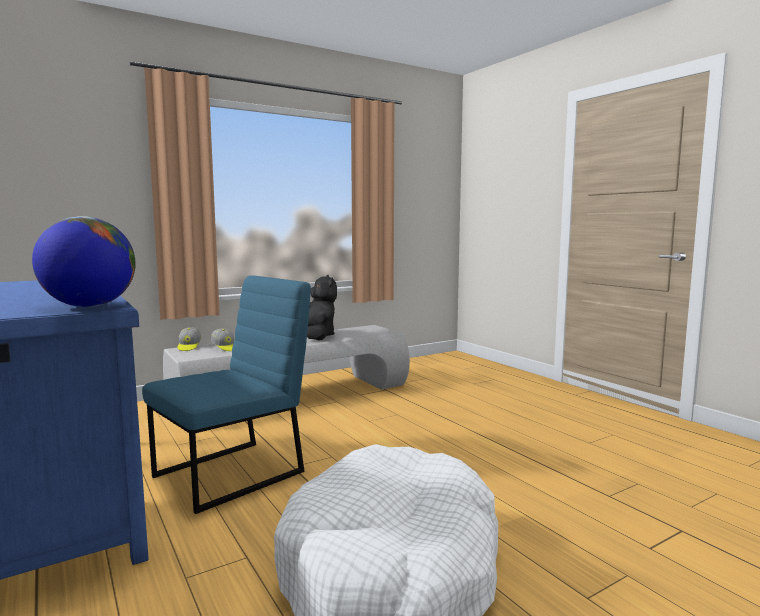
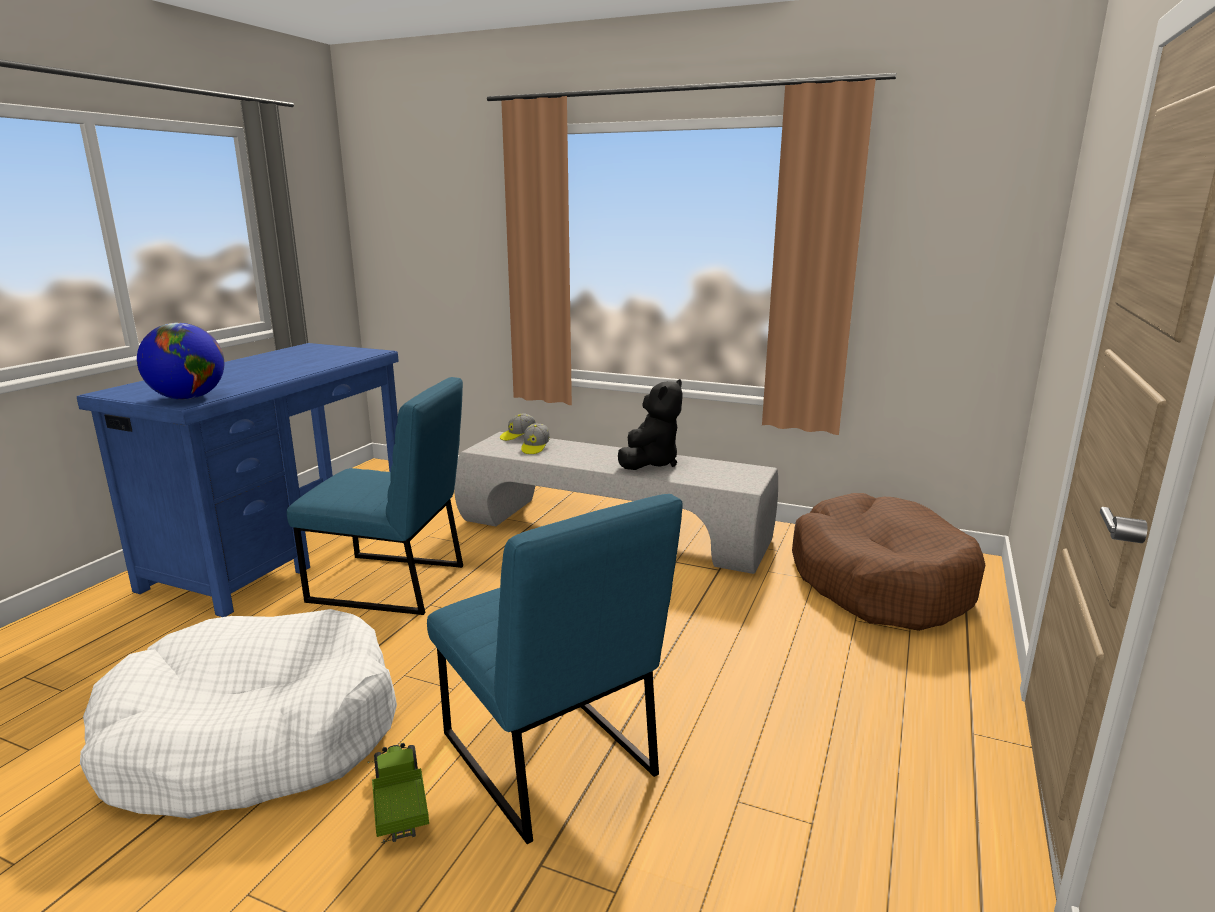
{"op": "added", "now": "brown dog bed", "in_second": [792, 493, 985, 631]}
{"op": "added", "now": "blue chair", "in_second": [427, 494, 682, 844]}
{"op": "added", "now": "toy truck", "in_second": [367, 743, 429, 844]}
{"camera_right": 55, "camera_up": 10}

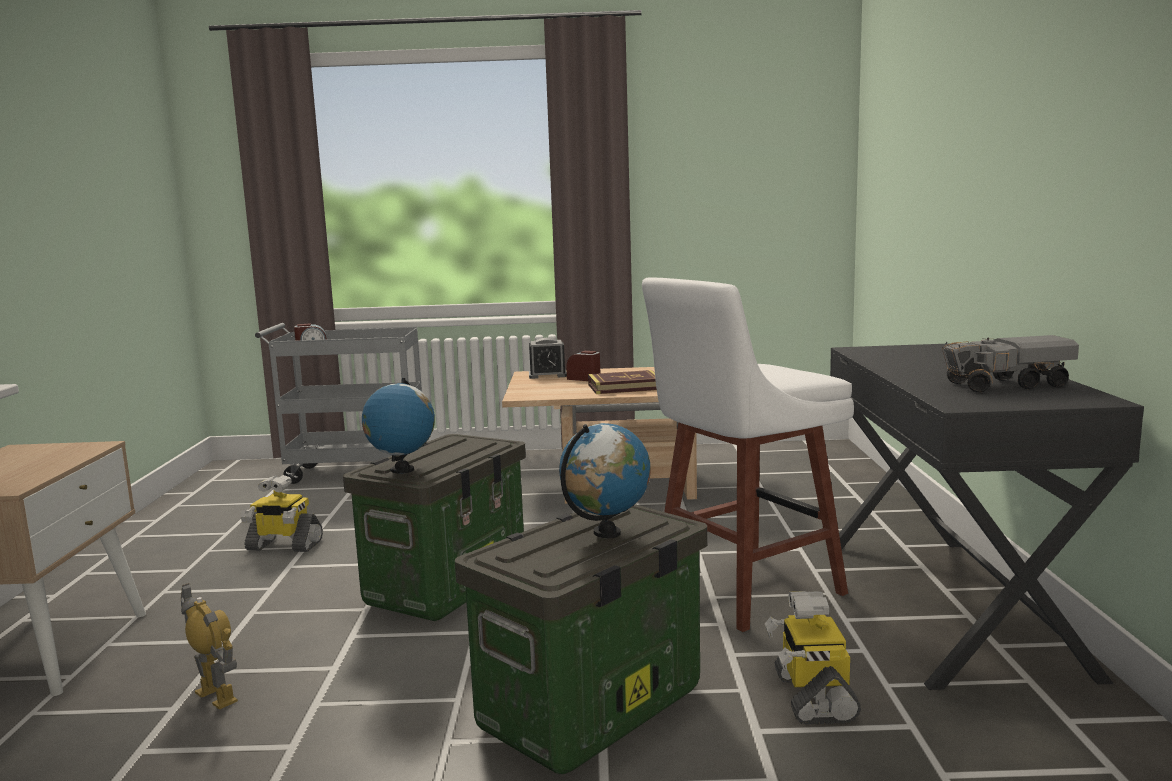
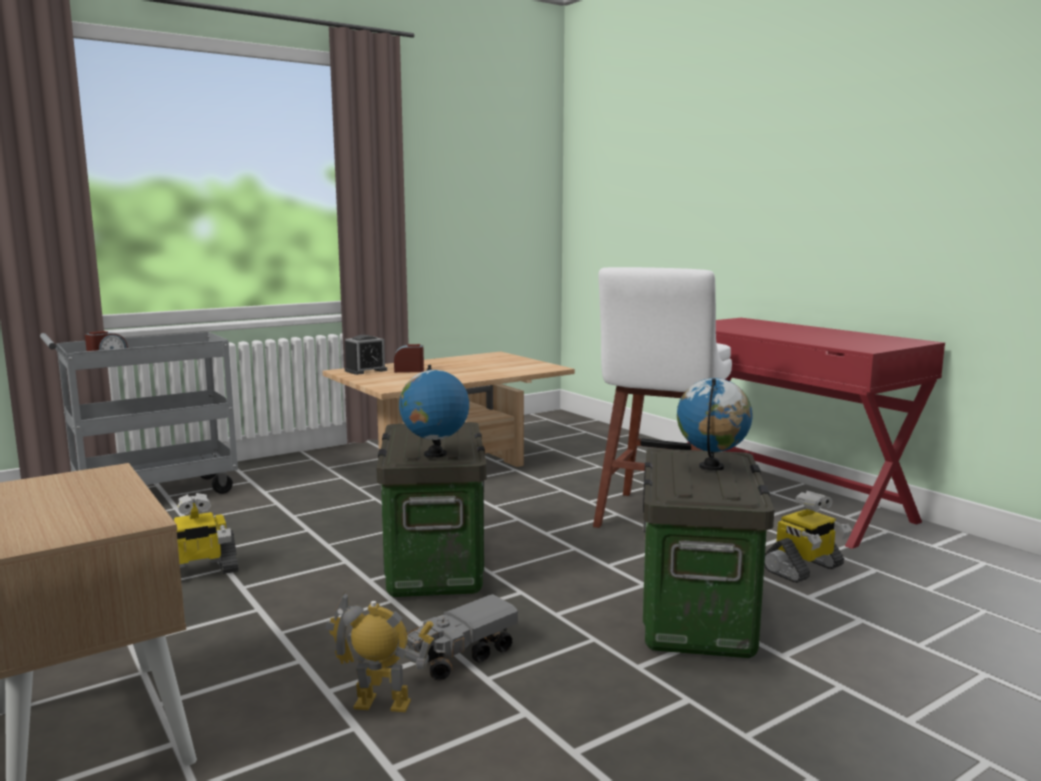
{"op": "moved", "was": "toy truck", "in_first": [942, 335, 1079, 392], "in_second": [406, 594, 518, 681]}
{"op": "recoloured", "was": "black desk", "now": "red desk", "in_first": [830, 343, 1144, 690], "in_second": [687, 318, 945, 549]}
{"op": "removed", "was": "book", "in_first": [588, 370, 657, 394]}
{"op": "turned", "was": "toy robot", "in_first": [765, 591, 861, 725], "in_second": [764, 491, 852, 583], "clockwise": -90}
{"camera_right": -35, "camera_up": 0}

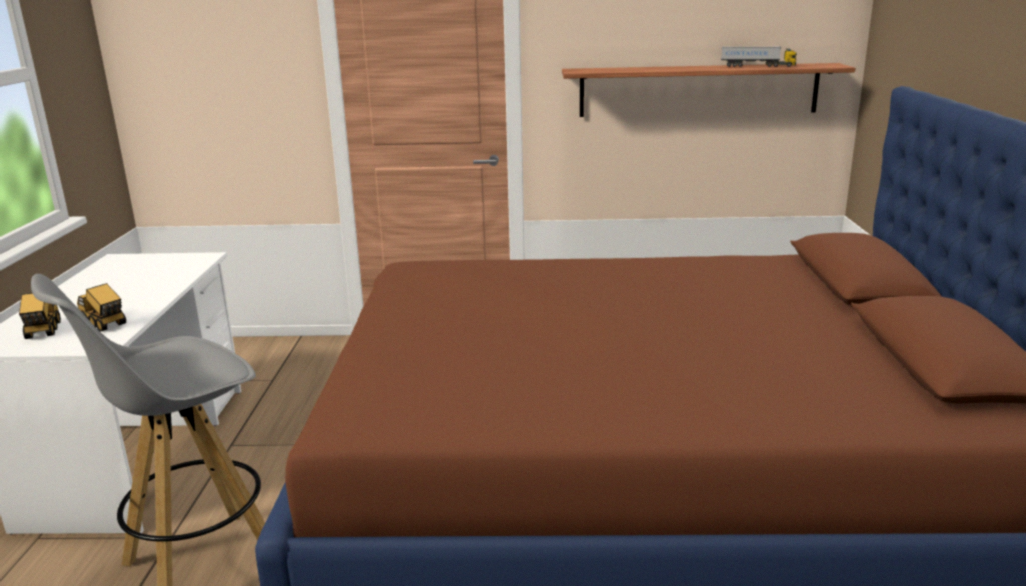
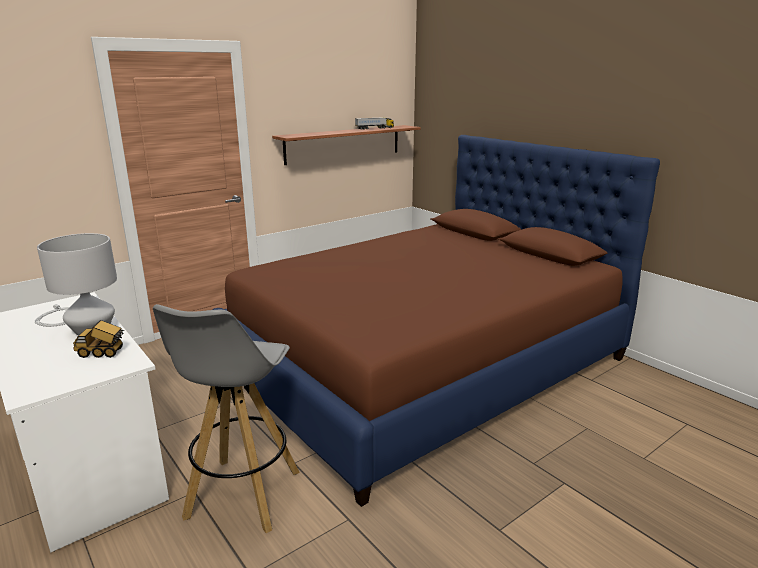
{"op": "removed", "was": "toy truck", "in_first": [19, 293, 61, 339]}
{"op": "added", "now": "grey table lamp", "in_second": [35, 233, 117, 336]}
{"camera_right": -40, "camera_up": 0}

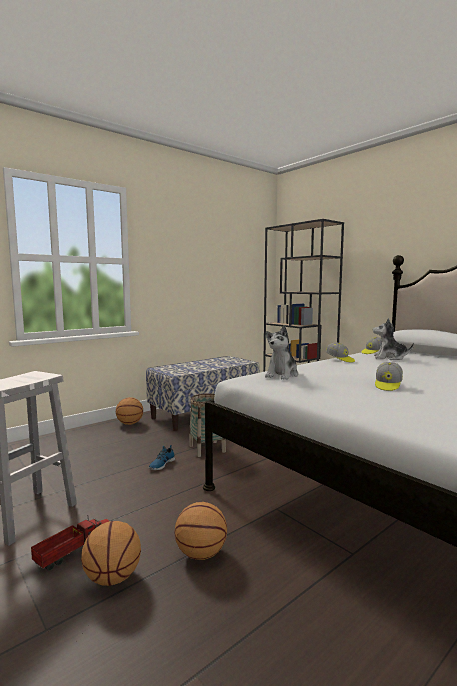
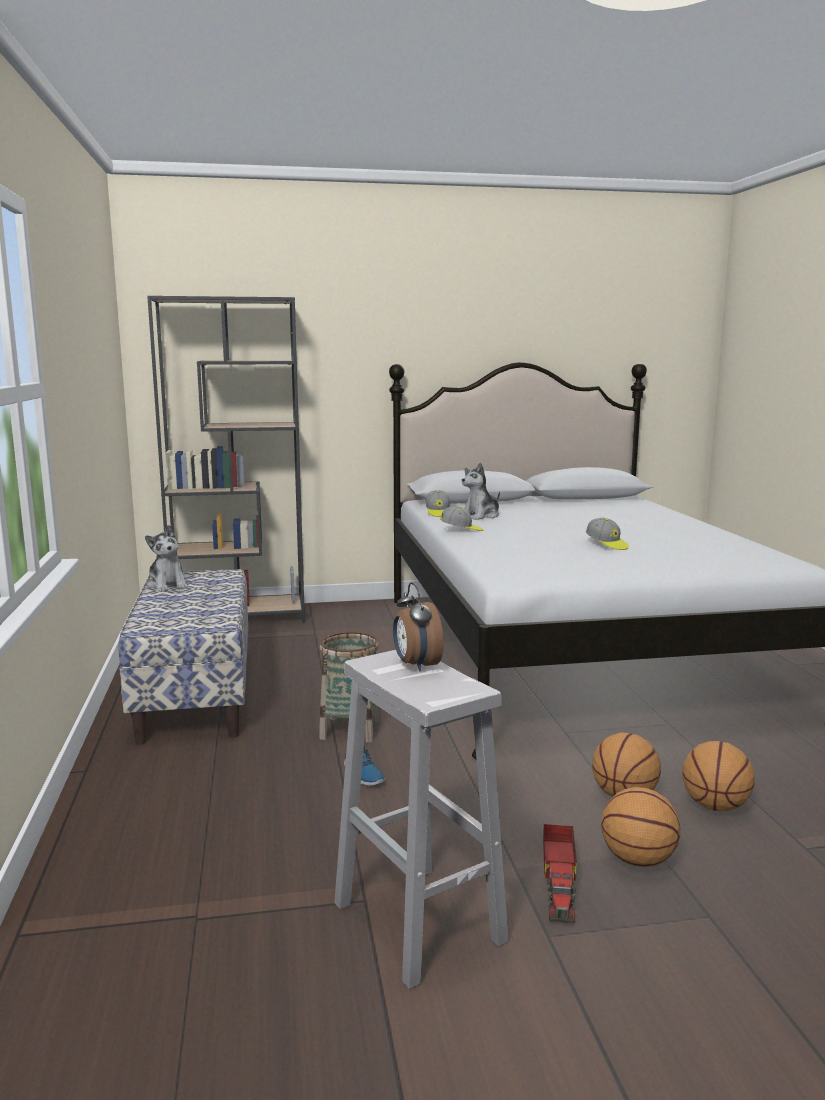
{"op": "moved", "was": "plush toy", "in_first": [265, 326, 298, 380], "in_second": [145, 525, 188, 592]}
{"op": "moved", "was": "basketball", "in_first": [116, 397, 143, 425], "in_second": [682, 741, 755, 812]}
{"op": "turned", "was": "toy truck", "in_first": [31, 515, 110, 571], "in_second": [543, 824, 577, 923], "clockwise": -150}
{"op": "added", "now": "alarm clock", "in_second": [393, 582, 444, 672]}
{"camera_right": -60, "camera_up": 5}

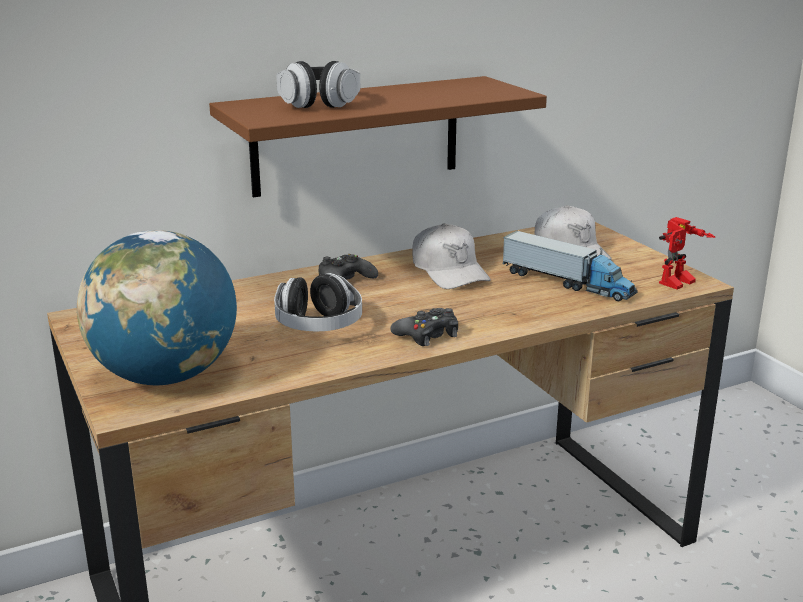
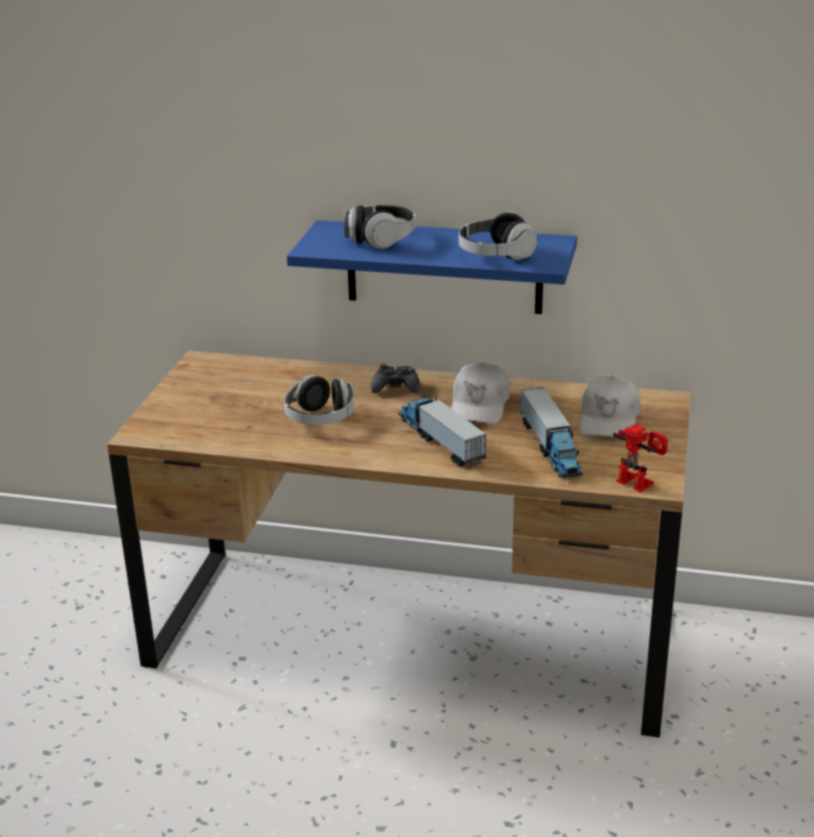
{"op": "recoloured", "was": "brown shelf", "now": "blue shelf", "in_first": [209, 76, 547, 198], "in_second": [287, 220, 577, 314]}
{"op": "turned", "was": "toy robot", "in_first": [659, 217, 715, 290], "in_second": [613, 425, 668, 492], "clockwise": -135}
{"op": "removed", "was": "globe", "in_first": [77, 230, 237, 385]}
{"op": "removed", "was": "black game controller", "in_first": [390, 308, 458, 346]}
{"op": "added", "now": "headphones", "in_second": [459, 211, 537, 260]}
{"op": "added", "now": "toy truck", "in_second": [398, 395, 487, 467]}
{"camera_right": 40, "camera_up": 5}

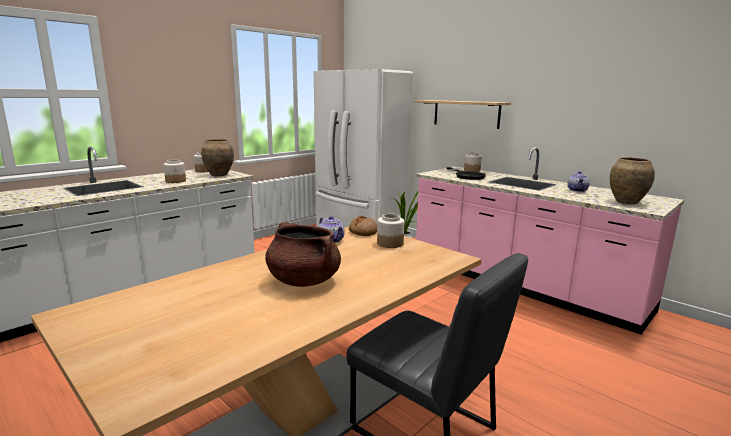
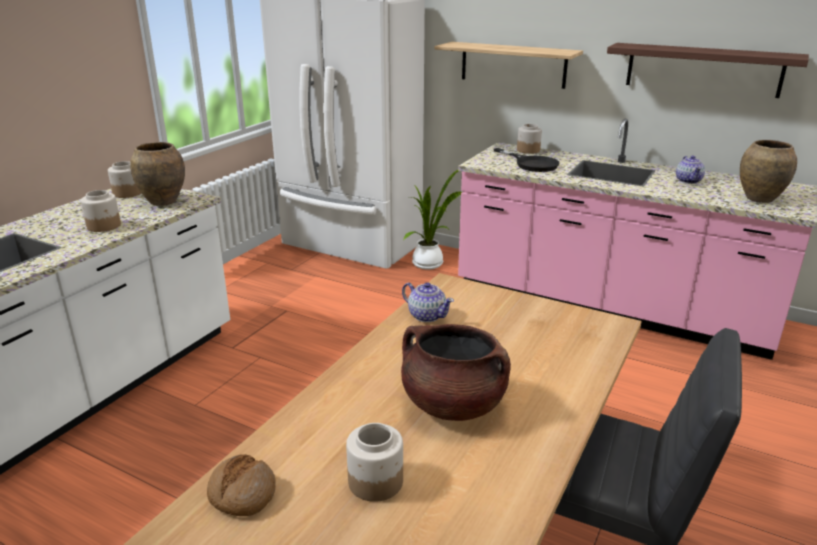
{"op": "moved", "was": "jar", "in_first": [377, 214, 404, 248], "in_second": [346, 423, 403, 502]}
{"op": "moved", "was": "bread", "in_first": [349, 216, 377, 236], "in_second": [207, 455, 276, 516]}
{"op": "added", "now": "shelf", "in_second": [607, 43, 809, 98]}
{"camera_right": -15, "camera_up": 10}

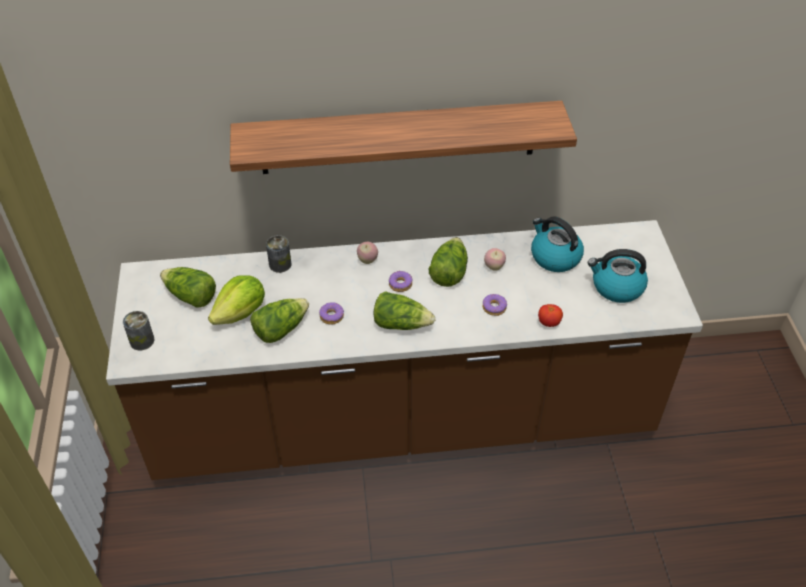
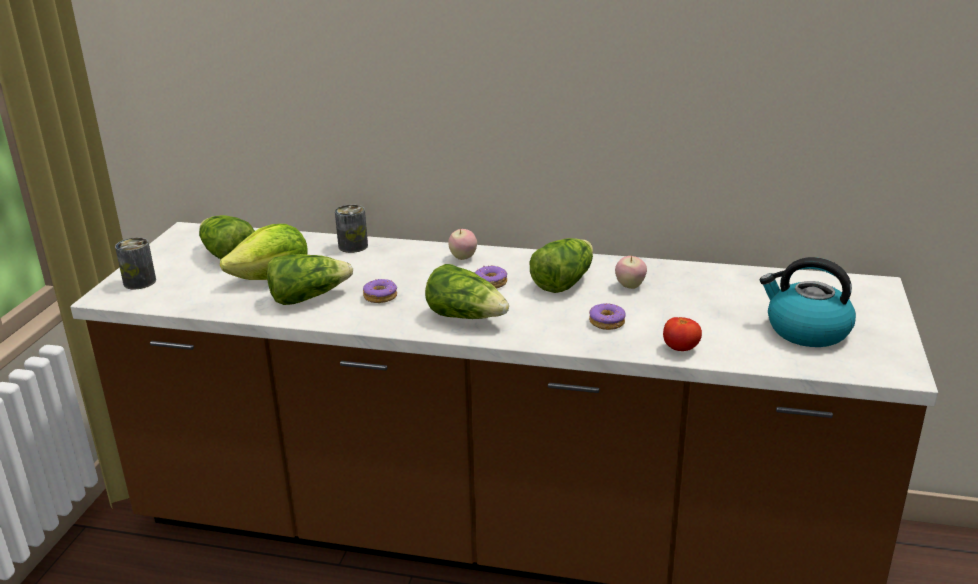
{"op": "removed", "was": "shelf", "in_first": [230, 101, 577, 174]}
{"op": "removed", "was": "kettle", "in_first": [531, 217, 584, 272]}
{"camera_right": 20, "camera_up": -20}

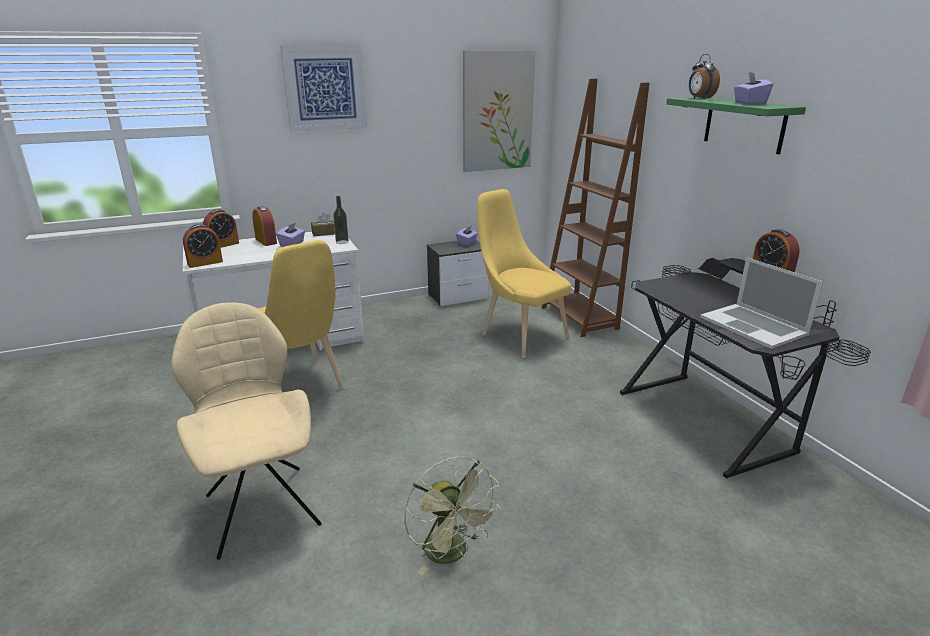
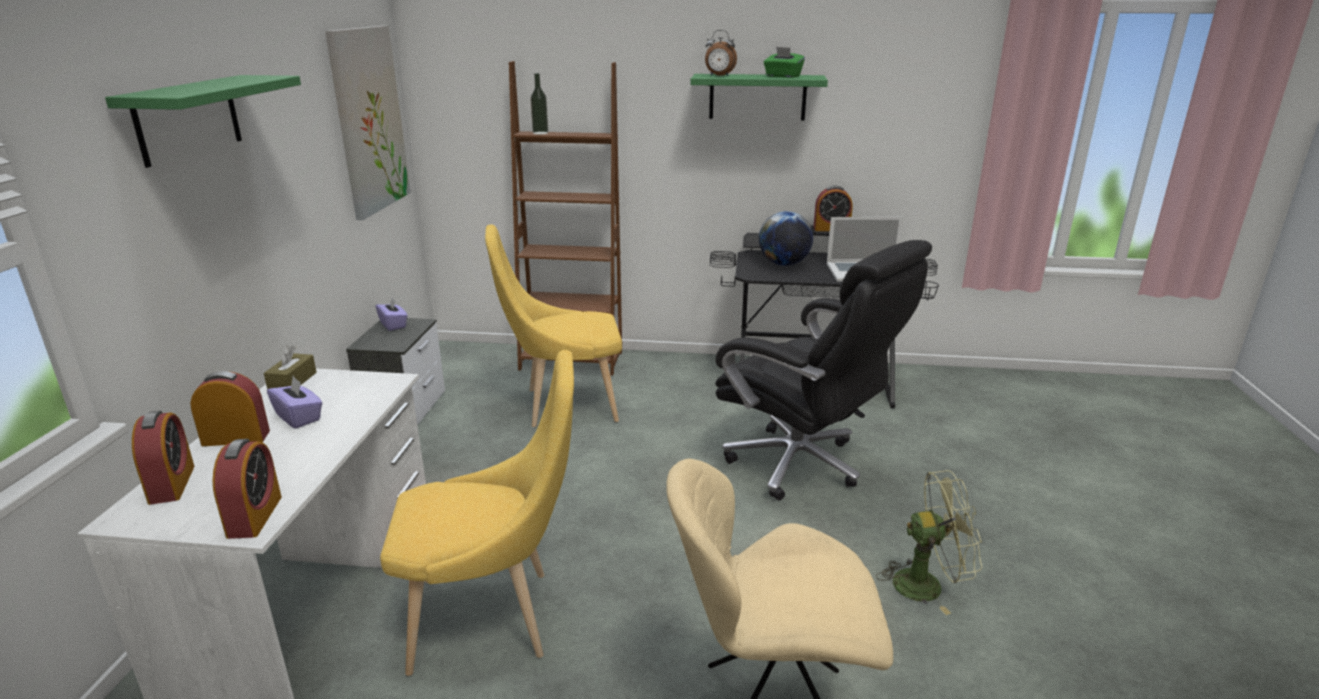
{"op": "replaced", "was": "picture", "now": "green shelf", "in_first": [280, 46, 367, 132], "in_second": [105, 75, 301, 168]}
{"op": "recoloured", "was": "purple tissue box", "now": "green tissue box", "in_first": [734, 72, 773, 105], "in_second": [764, 47, 805, 78]}
{"op": "moved", "was": "bottle", "in_first": [333, 196, 349, 244], "in_second": [530, 73, 548, 134]}
{"op": "added", "now": "globe", "in_second": [759, 211, 813, 266]}
{"op": "added", "now": "black office chair", "in_second": [715, 240, 932, 500]}
{"camera_right": -60, "camera_up": 0}

